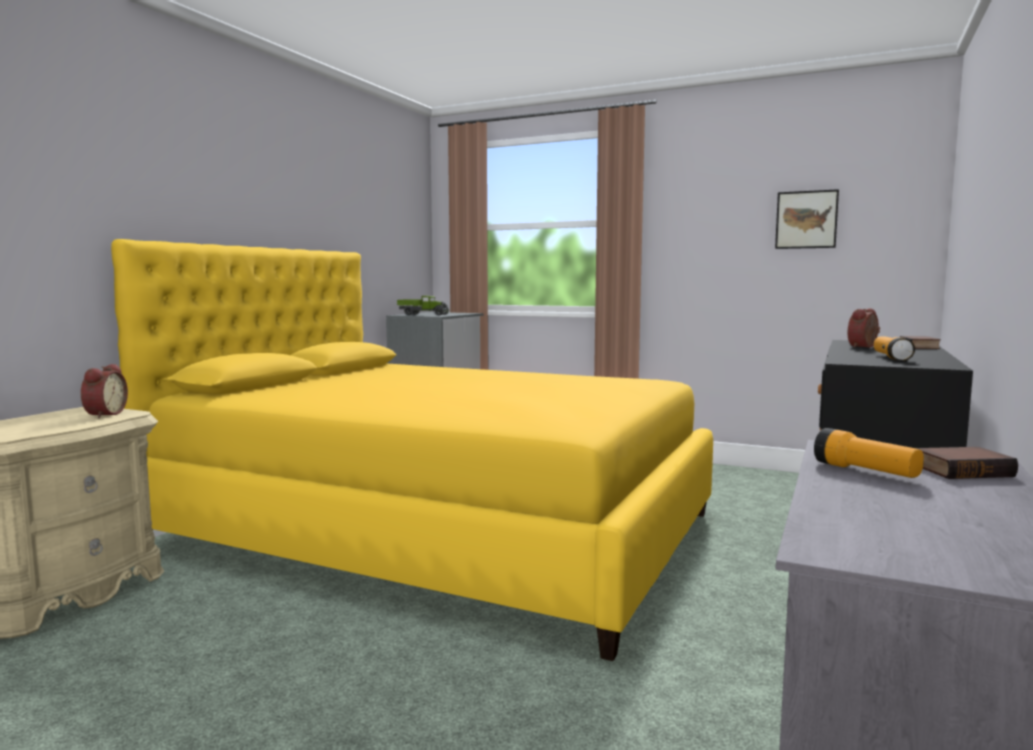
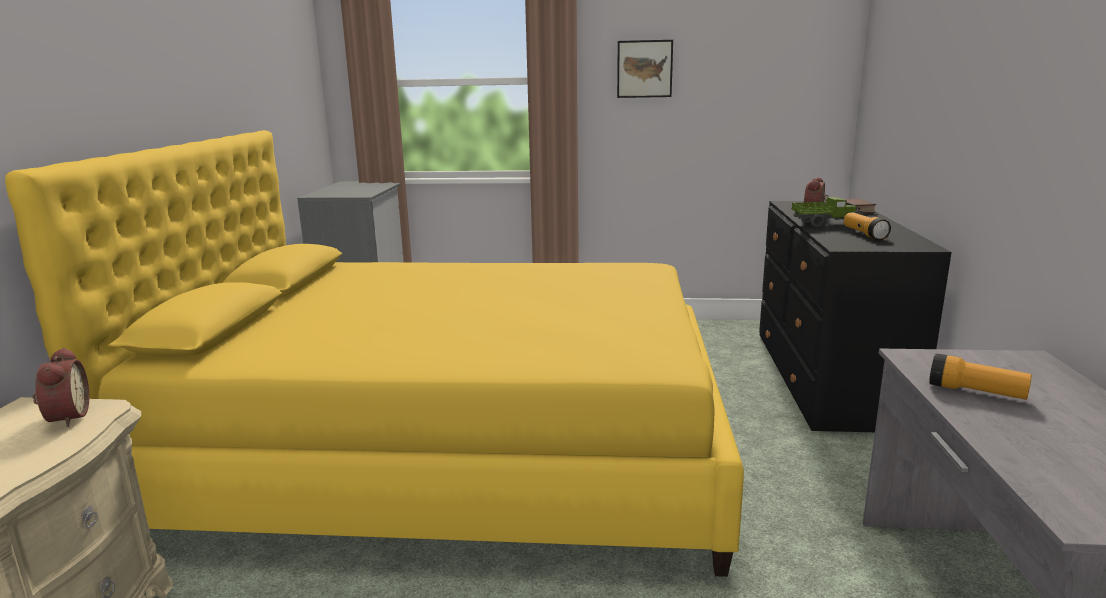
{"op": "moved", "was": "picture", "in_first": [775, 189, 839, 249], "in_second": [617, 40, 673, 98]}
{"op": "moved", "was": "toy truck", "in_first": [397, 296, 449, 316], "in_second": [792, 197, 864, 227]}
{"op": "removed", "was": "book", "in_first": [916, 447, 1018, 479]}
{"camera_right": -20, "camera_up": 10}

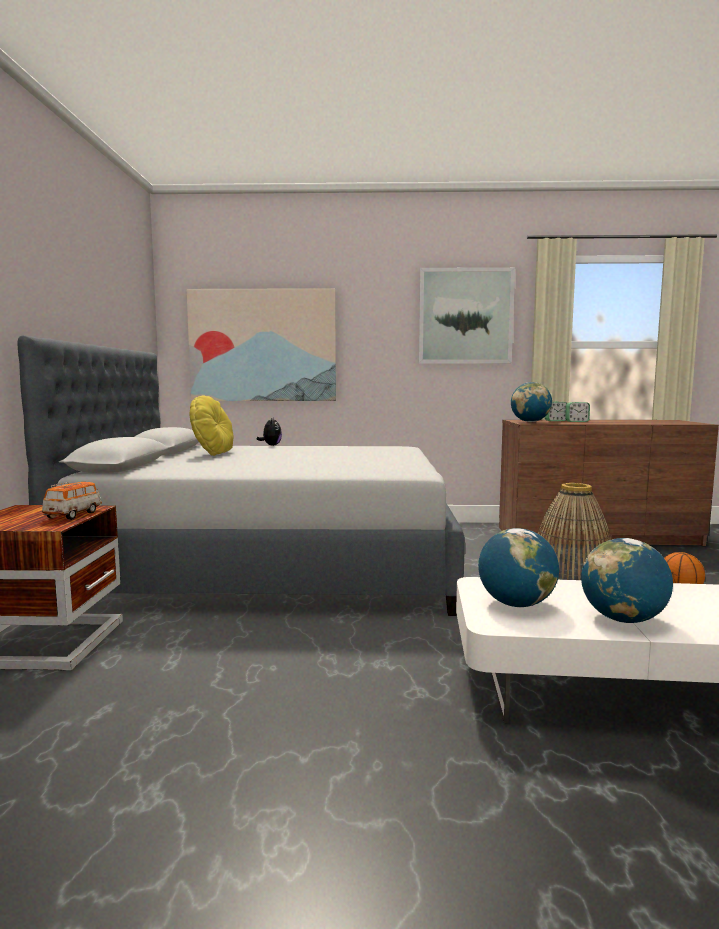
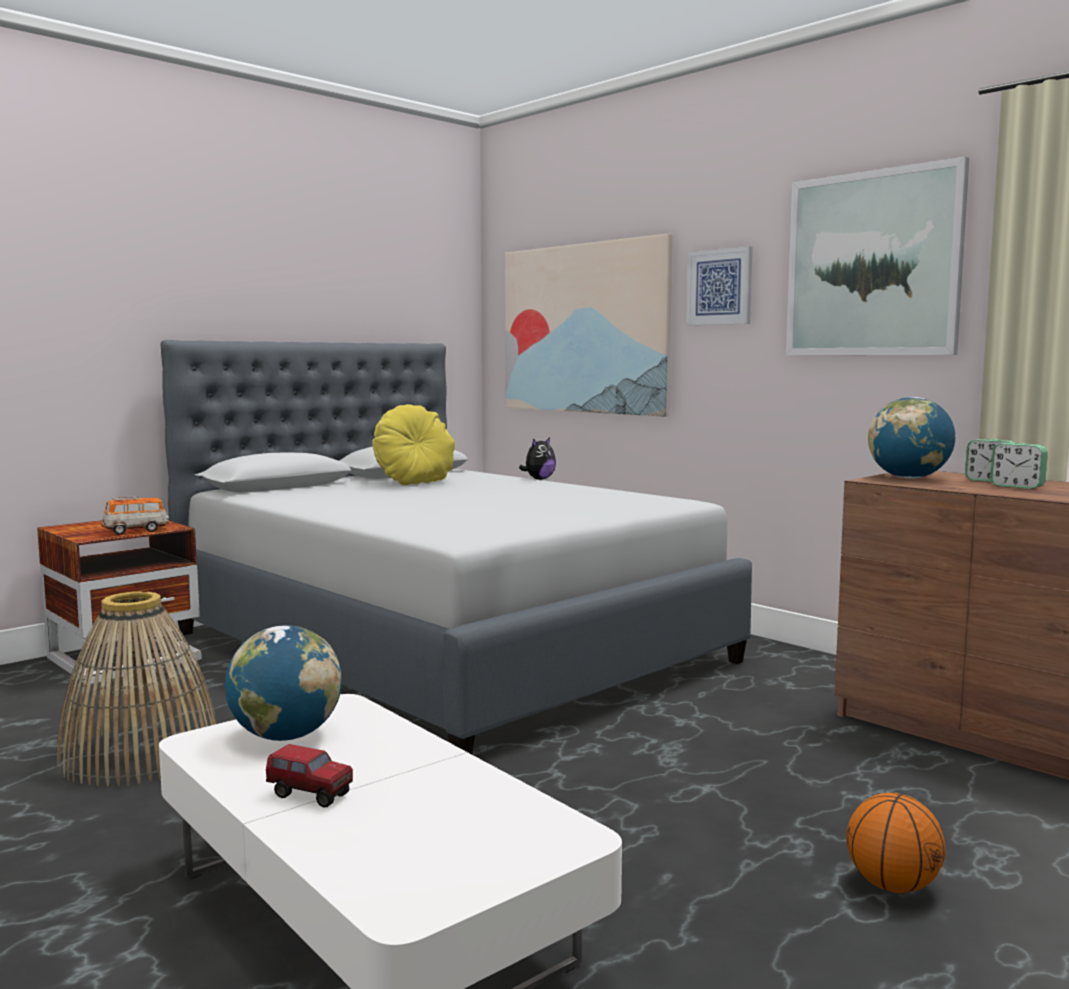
{"op": "moved", "was": "basket", "in_first": [537, 483, 611, 580], "in_second": [57, 591, 217, 786]}
{"op": "replaced", "was": "globe", "now": "toy truck", "in_first": [581, 538, 673, 623], "in_second": [266, 744, 353, 807]}
{"op": "added", "now": "picture", "in_second": [686, 246, 752, 325]}
{"camera_right": 45, "camera_up": 0}

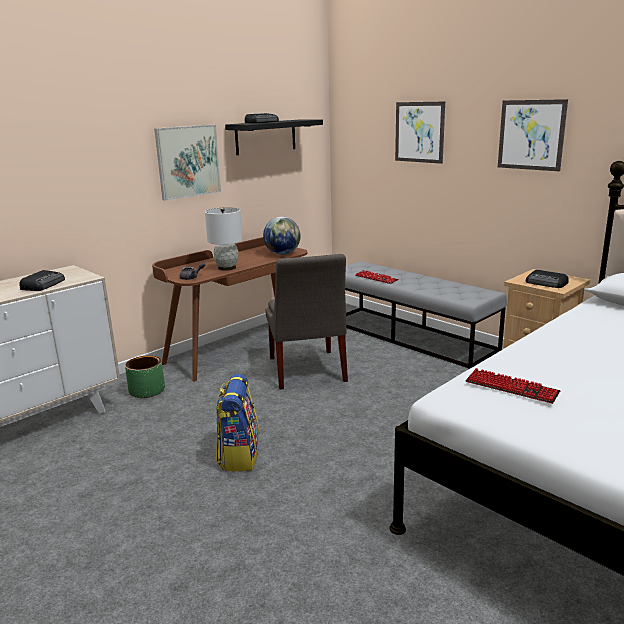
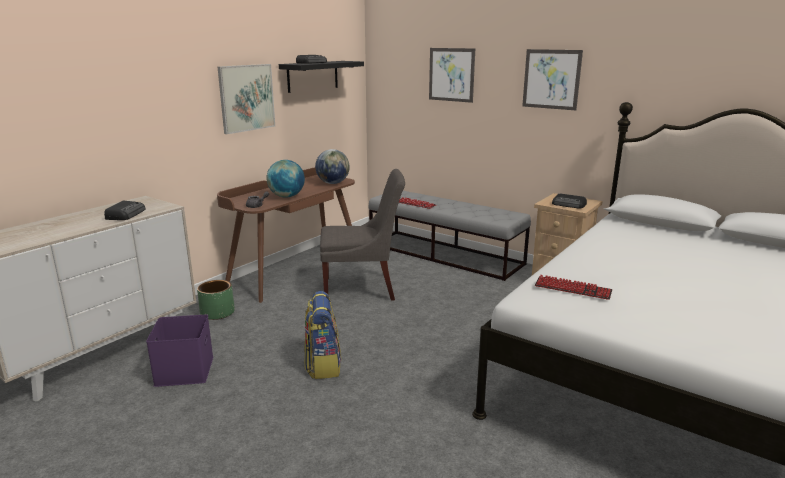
{"op": "replaced", "was": "white table lamp", "now": "globe", "in_first": [205, 207, 242, 271], "in_second": [266, 160, 305, 198]}
{"op": "turned", "was": "grey chair", "in_first": [266, 254, 348, 390], "in_second": [320, 169, 405, 301], "clockwise": -75}
{"op": "added", "now": "purple storage box", "in_second": [146, 314, 213, 387]}
{"camera_right": -10, "camera_up": 0}

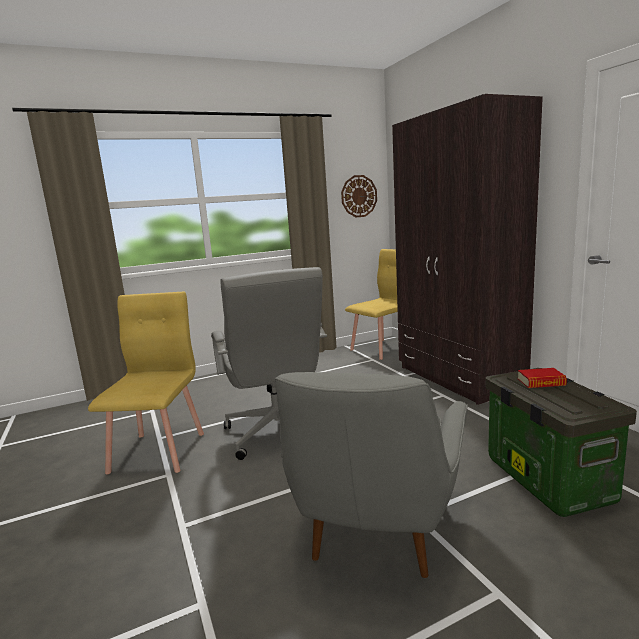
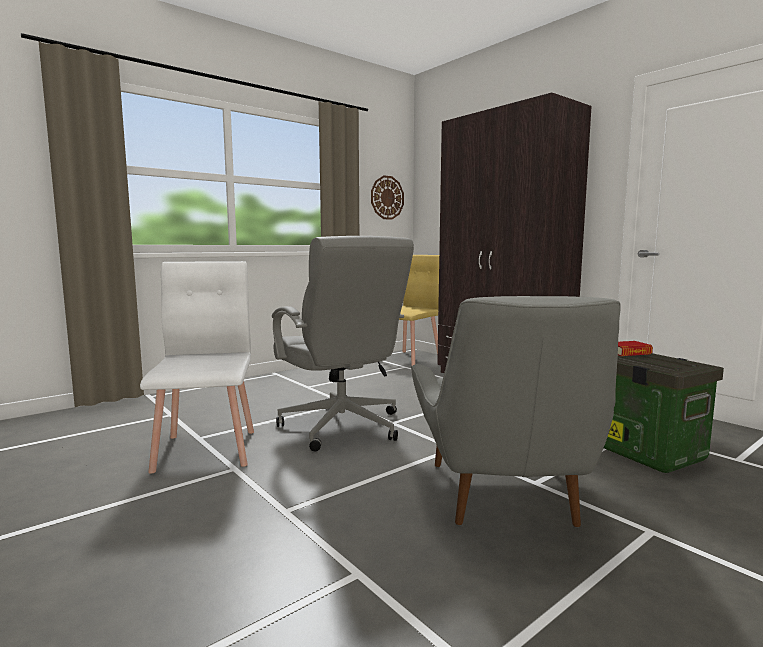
{"op": "recoloured", "was": "yellow chair", "now": "white chair", "in_first": [88, 292, 204, 474], "in_second": [140, 261, 254, 474]}
{"camera_right": -15, "camera_up": -5}

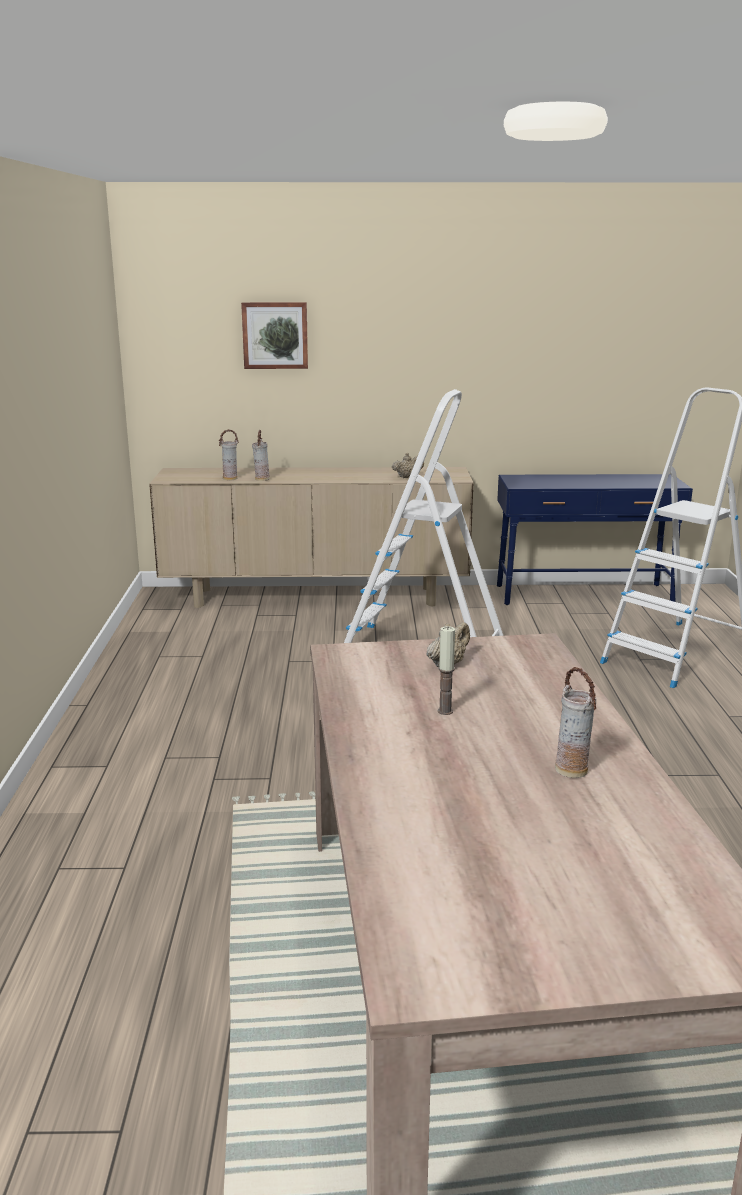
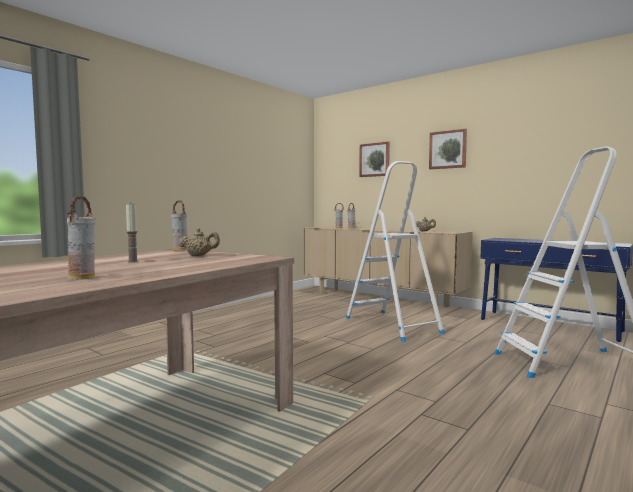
{"op": "added", "now": "picture", "in_second": [429, 128, 467, 169]}
{"op": "added", "now": "vase", "in_second": [171, 200, 188, 251]}
{"camera_right": 40, "camera_up": -15}

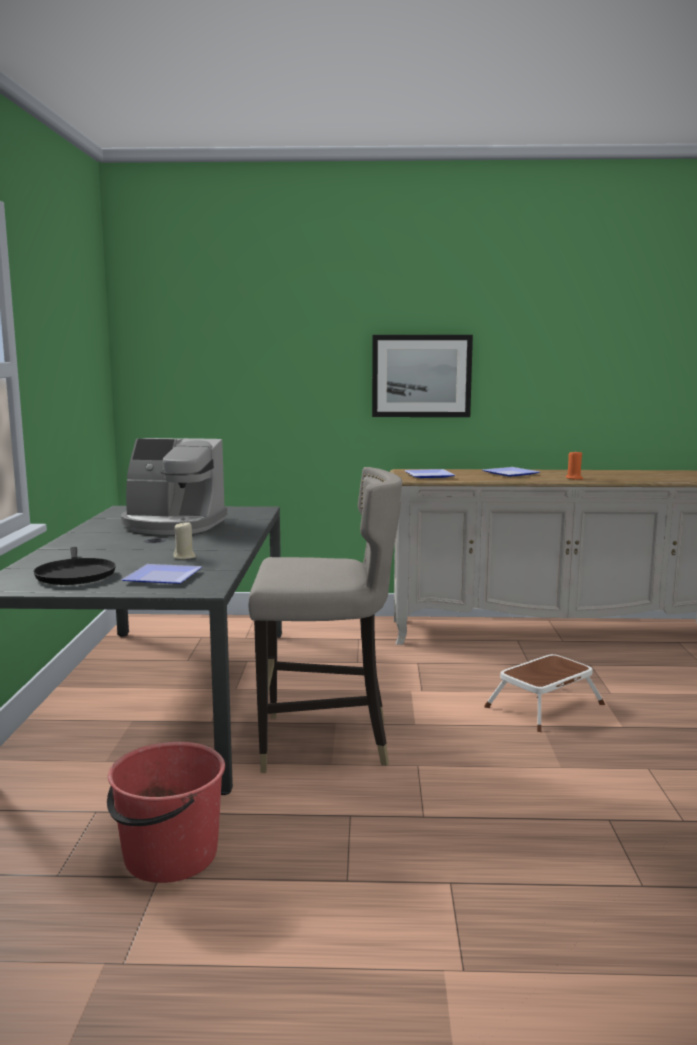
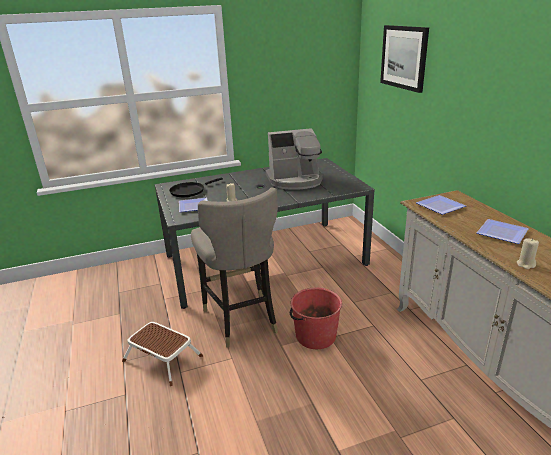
{"op": "moved", "was": "picture", "in_first": [372, 335, 473, 417], "in_second": [380, 25, 429, 93]}
{"op": "turned", "was": "coffee machine", "in_first": [121, 438, 227, 535], "in_second": [266, 128, 323, 190], "clockwise": -90}
{"op": "recoloured", "was": "orange candle", "now": "beige candle", "in_first": [566, 450, 583, 480], "in_second": [517, 238, 539, 269]}
{"op": "moved", "was": "brown step ladder", "in_first": [484, 654, 605, 732], "in_second": [122, 322, 203, 386]}
{"op": "moved", "was": "red bucket", "in_first": [107, 742, 225, 883], "in_second": [290, 288, 342, 349]}
{"camera_right": 70, "camera_up": 15}

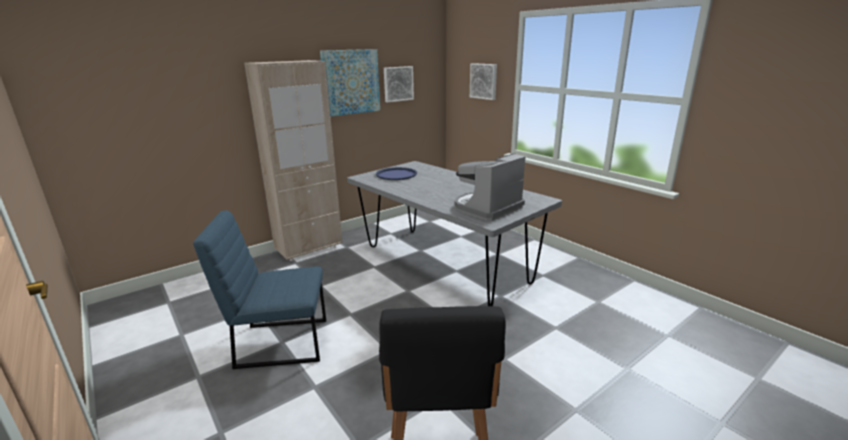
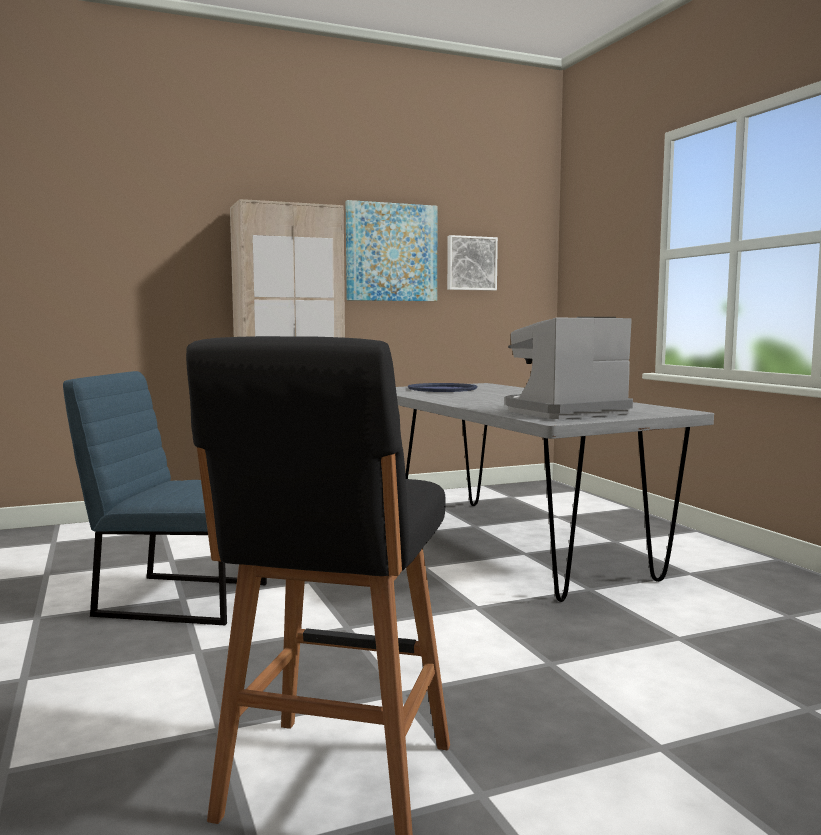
{"op": "removed", "was": "picture", "in_first": [470, 63, 497, 100]}
{"camera_right": 15, "camera_up": -15}

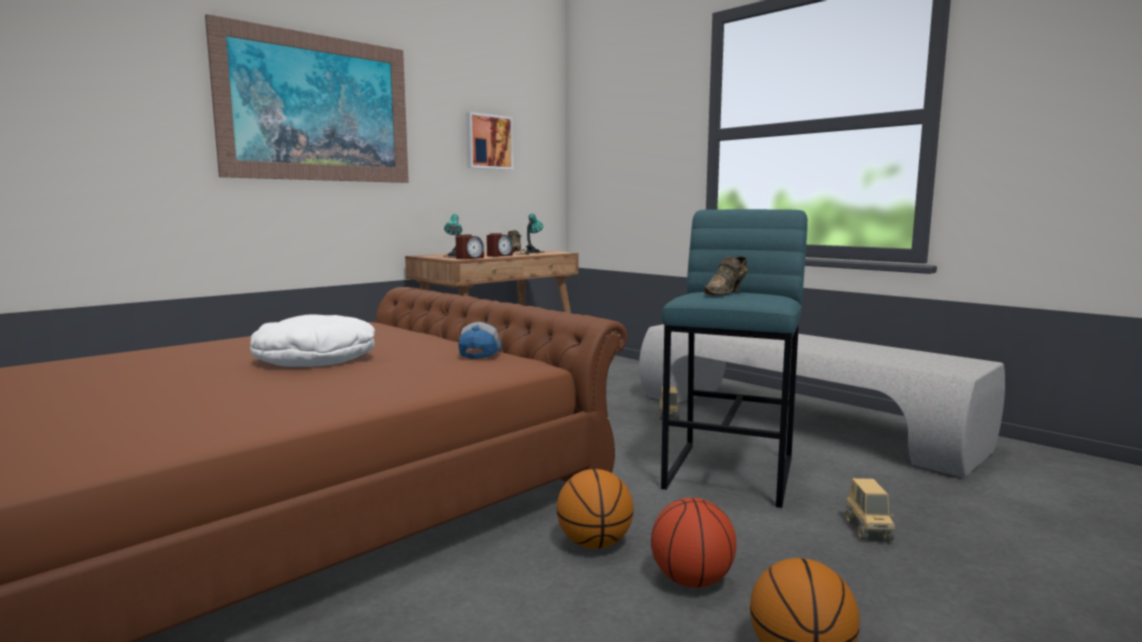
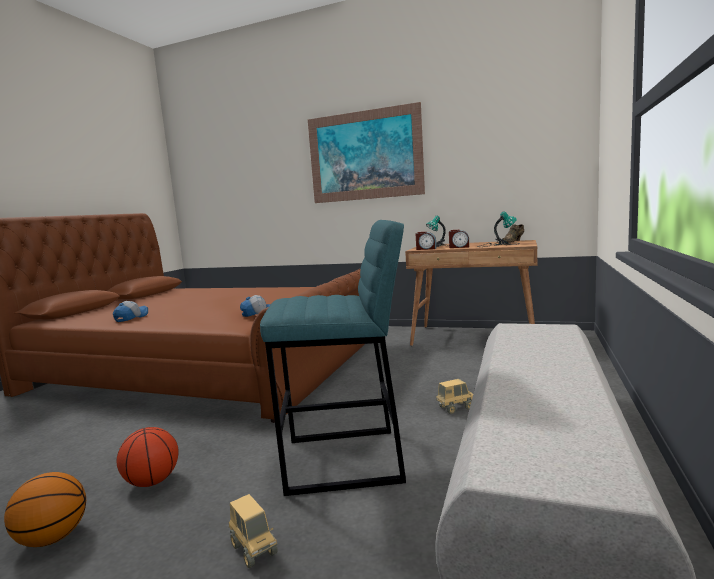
{"op": "removed", "was": "picture", "in_first": [466, 112, 513, 170]}
{"op": "removed", "was": "brown shoe", "in_first": [704, 256, 748, 295]}
{"op": "removed", "was": "white pillow", "in_first": [250, 315, 375, 367]}
{"op": "removed", "was": "basketball", "in_first": [557, 469, 634, 549]}
{"op": "turned", "was": "toy truck", "in_first": [846, 478, 896, 541], "in_second": [229, 494, 278, 568], "clockwise": -105}
{"op": "added", "now": "cap", "in_second": [113, 301, 148, 322]}
{"camera_right": 65, "camera_up": 0}

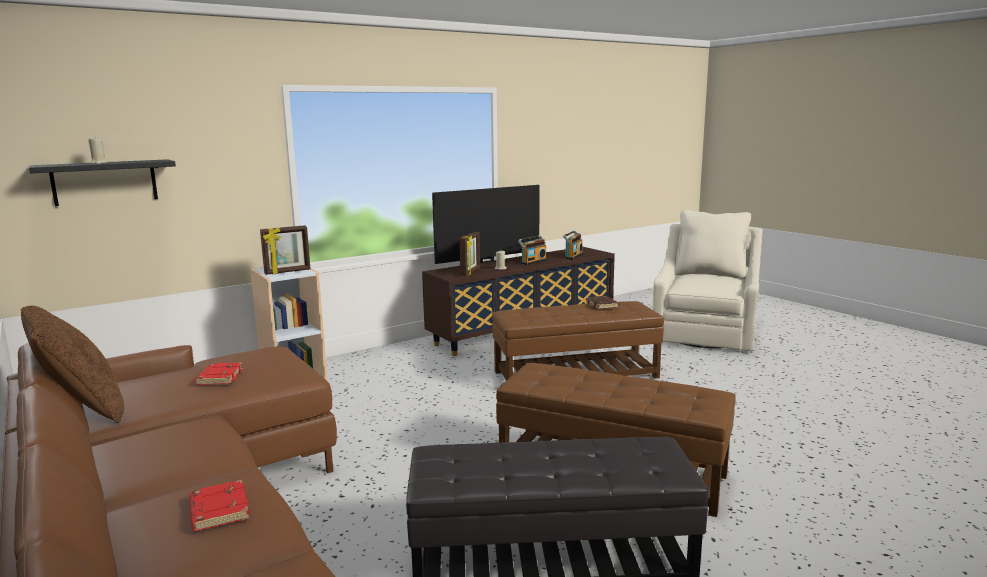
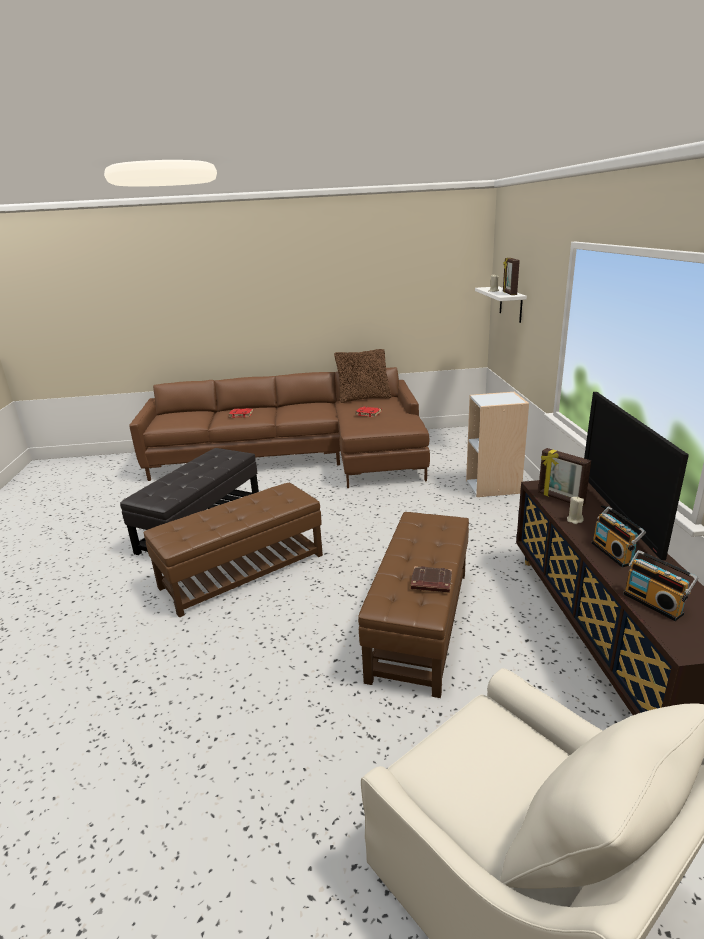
{"op": "recoloured", "was": "black shelf", "now": "white shelf", "in_first": [29, 159, 176, 206], "in_second": [475, 286, 527, 323]}
{"op": "moved", "was": "picture frame", "in_first": [260, 225, 311, 275], "in_second": [503, 258, 520, 295]}
{"camera_right": 120, "camera_up": 10}

